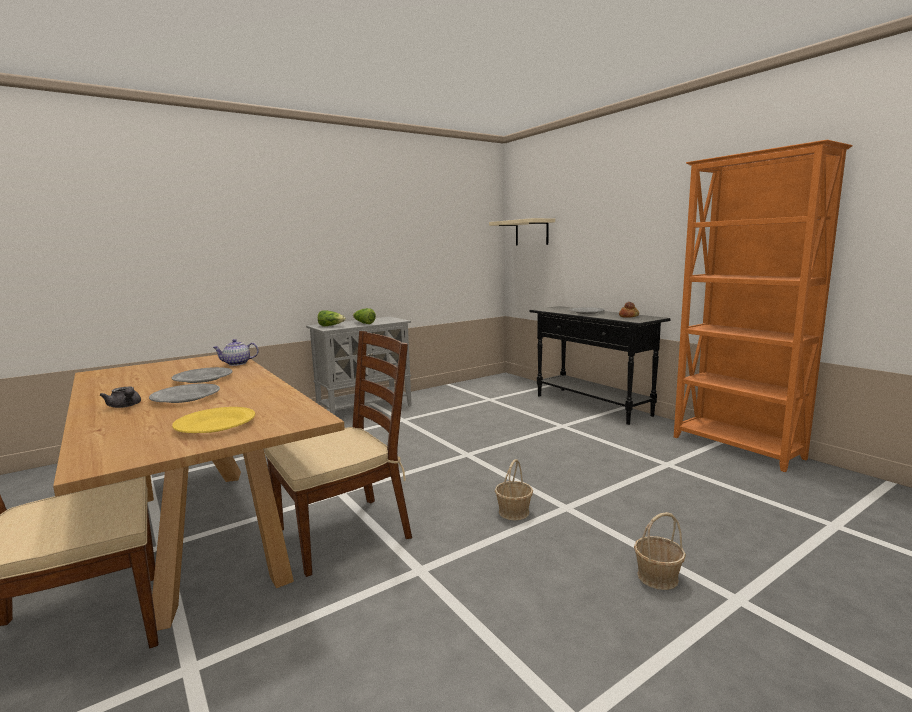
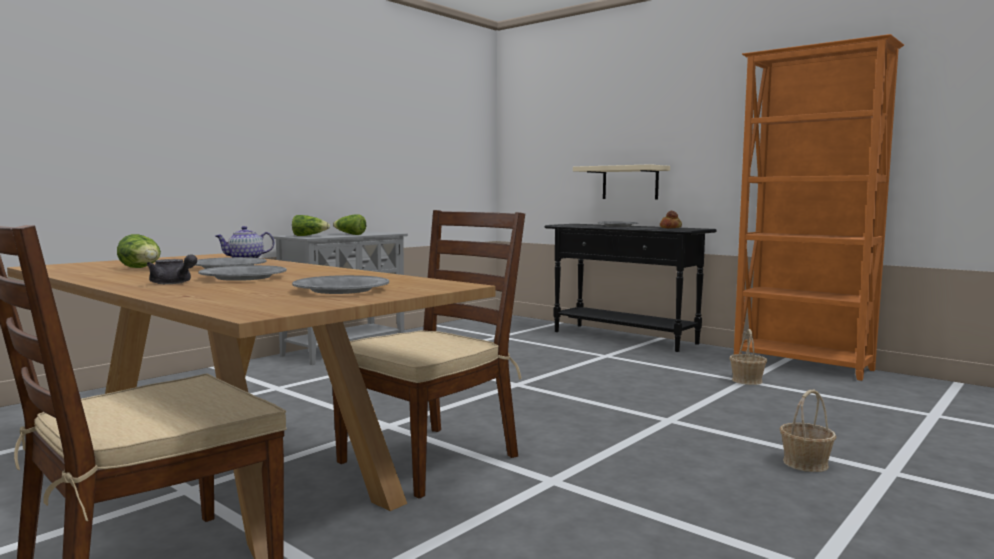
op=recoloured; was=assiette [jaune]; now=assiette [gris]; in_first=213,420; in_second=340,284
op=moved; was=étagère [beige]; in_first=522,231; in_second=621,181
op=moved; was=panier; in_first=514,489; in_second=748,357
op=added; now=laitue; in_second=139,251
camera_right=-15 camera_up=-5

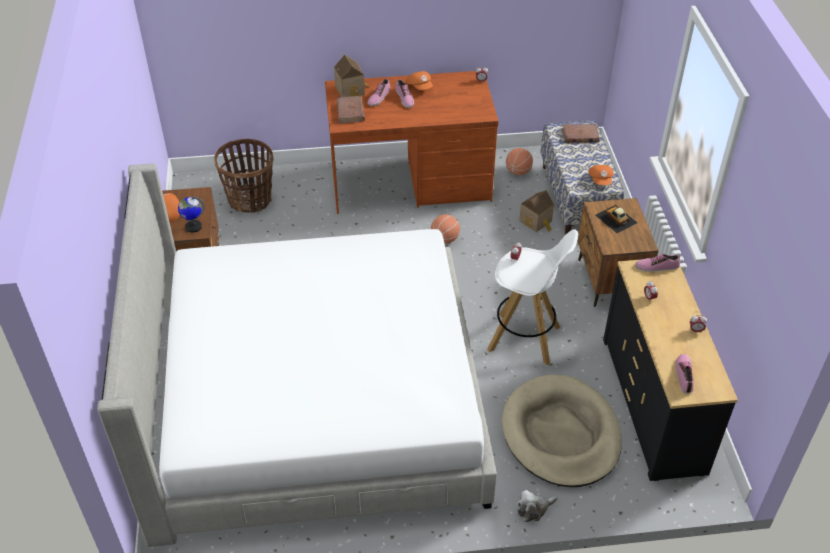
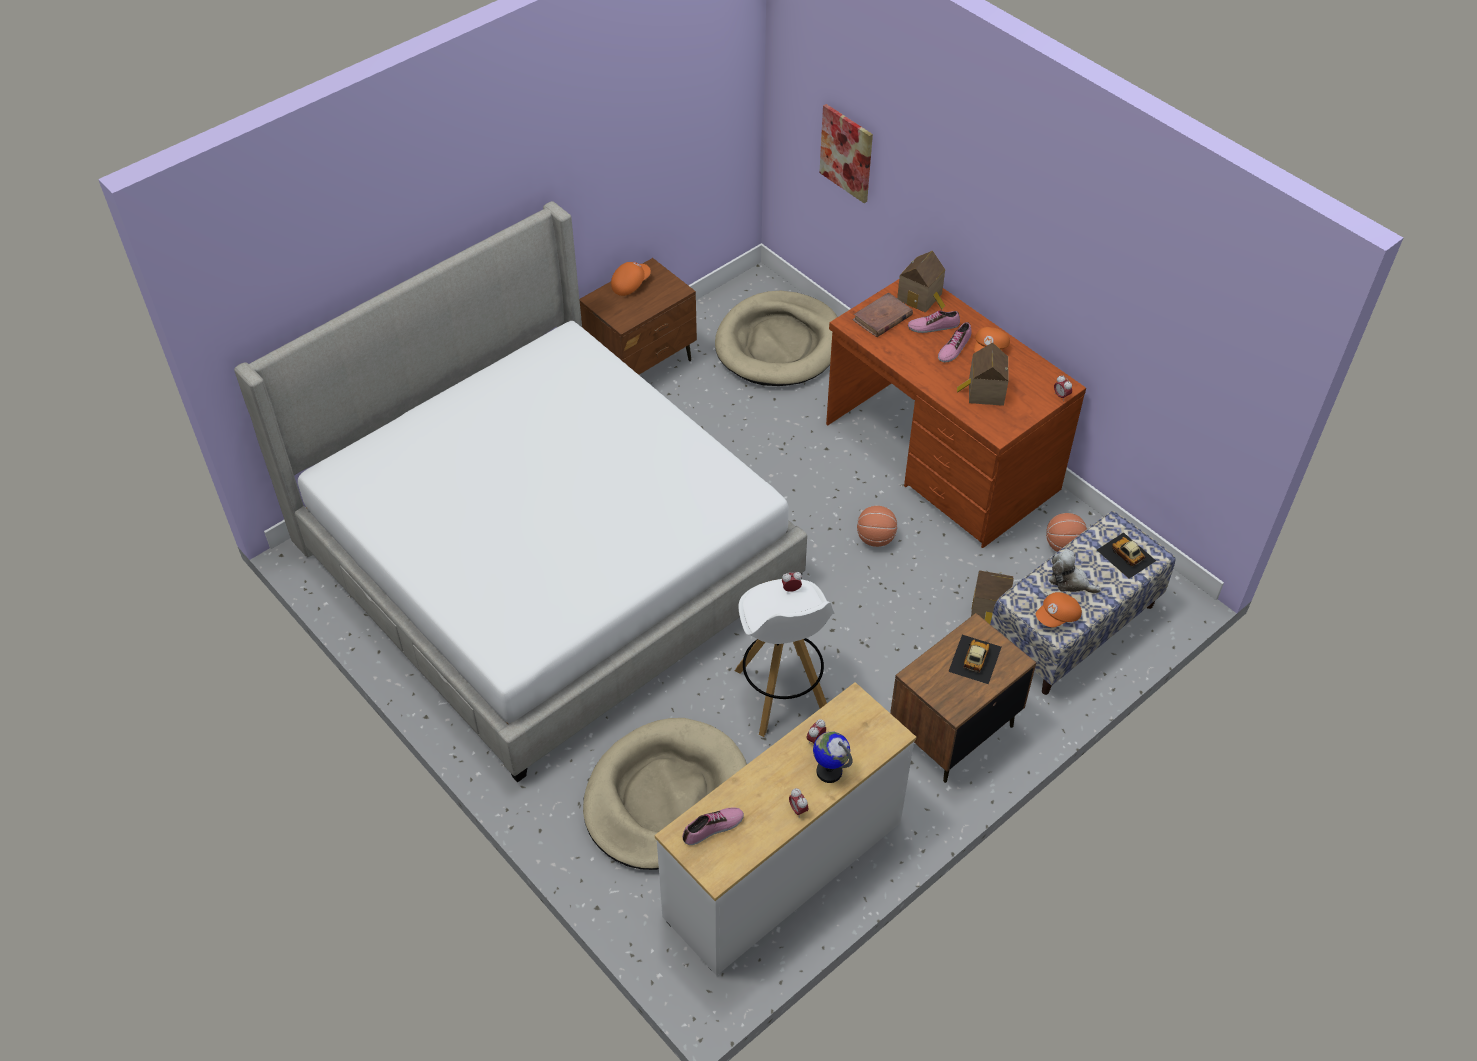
op=moved; was=globe; in_first=191,214; in_second=833,757
op=replaced; was=panier; now=panier pour chien [beige]; in_first=243,176; in_second=776,338
op=moved; was=peluche; in_first=537,506; in_second=1075,571
op=replaced; was=livre [marron]; now=petite voiture; in_first=580,133; in_second=1126,556
op=recoloured; was=commode [noir]; now=commode [blanc]; in_first=670,370; in_second=785,829
op=removed; was=chaussure; in_first=657,263
op=added; now=tableau; in_second=846,153
op=added; now=maison miniature; in_second=983,374
camera_right=55 camera_up=5

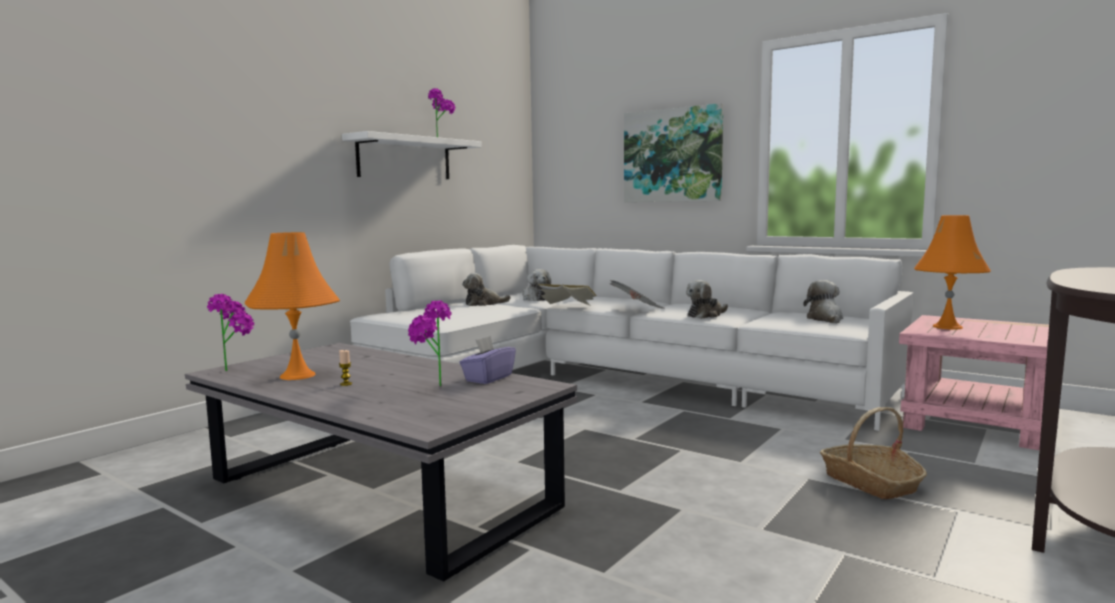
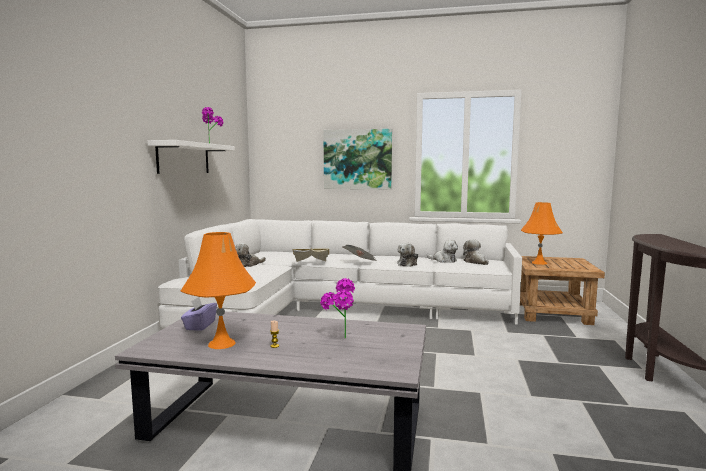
op=removed; was=plante en pot; in_first=230,332
op=moved; was=boîte à mouchoirs [violet]; in_first=487,360; in_second=199,314
op=moved; was=peluche; in_first=536,285; in_second=442,251
op=removed; was=panier; in_first=873,453
op=recoloured; was=table d'appoint [rose]; now=table d'appoint [marron]; in_first=974,382; in_second=562,290
camera_right=-25 camera_up=0

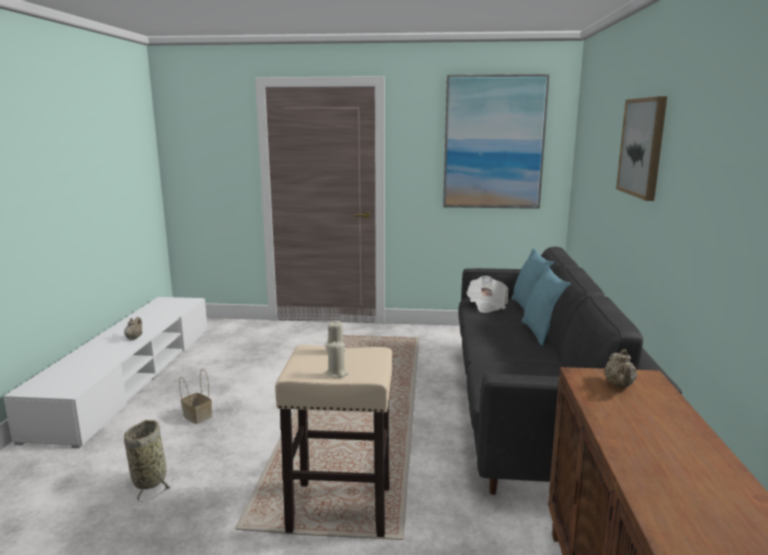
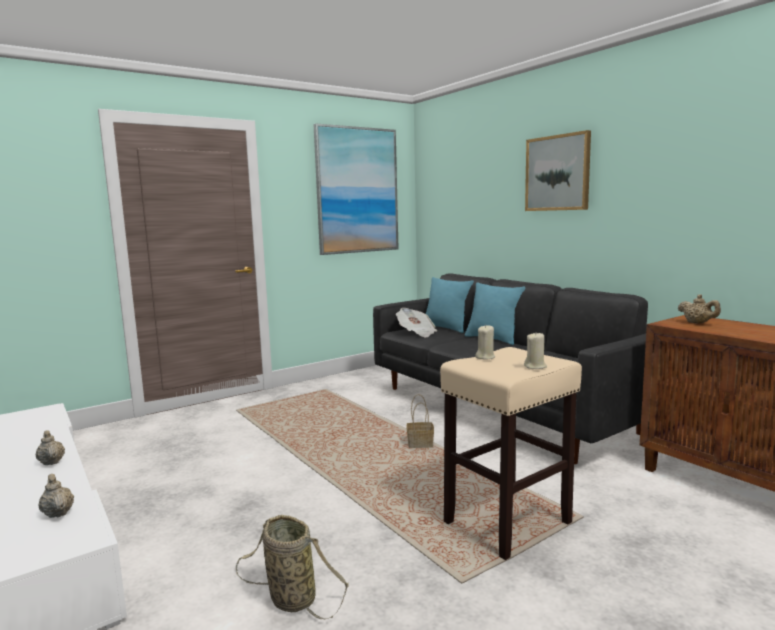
op=moved; was=panier; in_first=195,396; in_second=420,421
op=added; now=théière [beige]; in_second=56,496
camera_right=-40 camera_up=-5

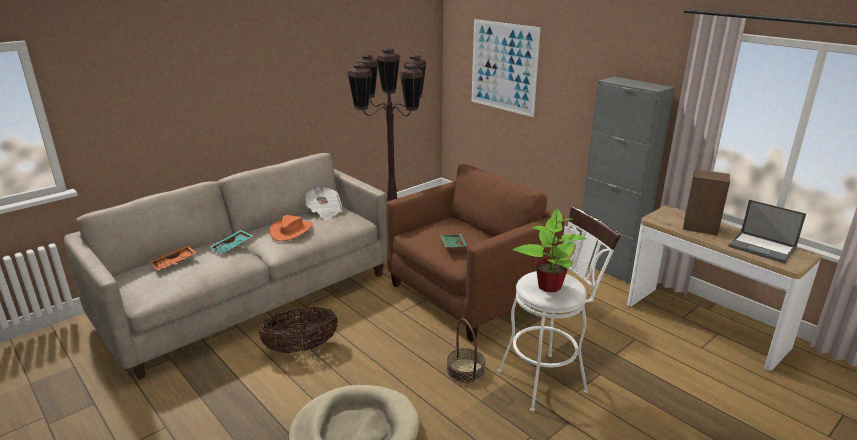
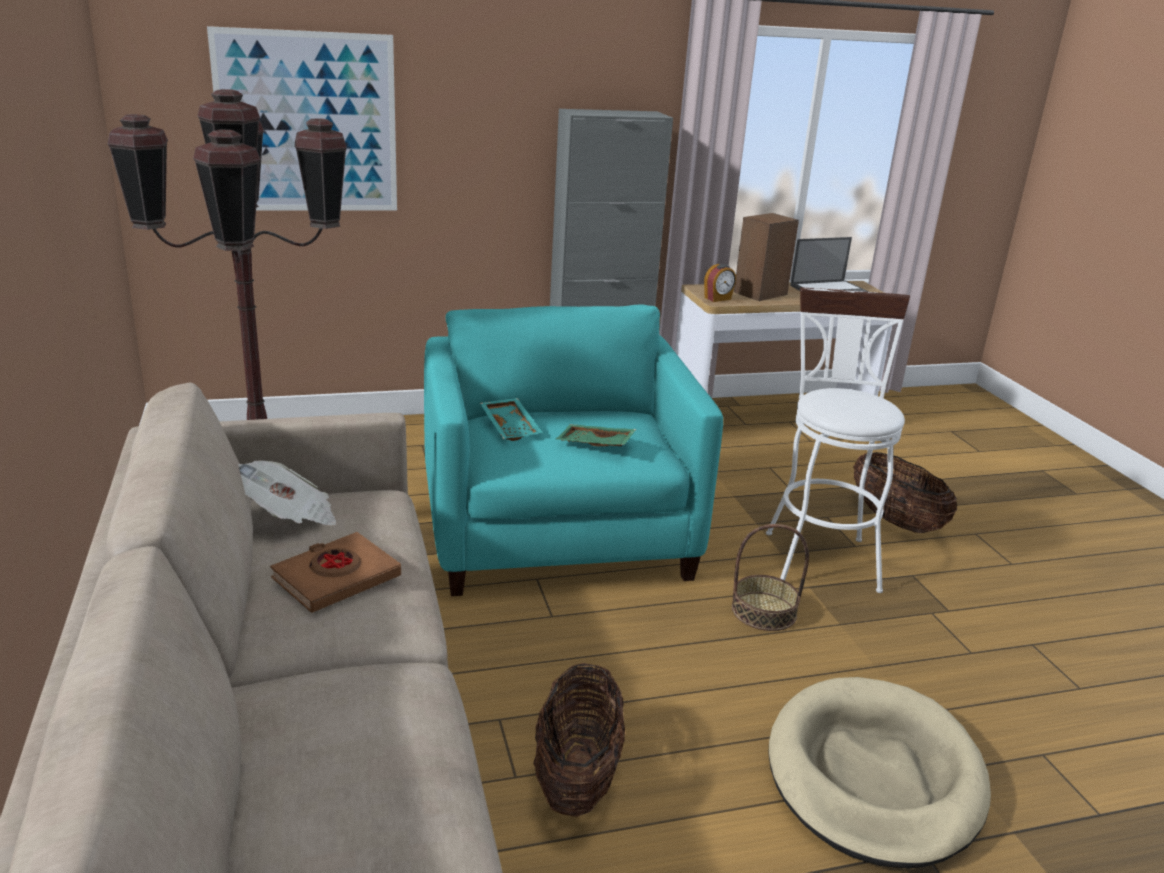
op=removed; was=plateau [orange]; in_first=173,257
op=moved; was=plateau [turquoise]; in_first=231,242; in_second=511,419
op=replaced; was=chapeau [orange]; now=livre [marron]; in_first=291,228; in_second=335,572
op=recoloured; was=fauteuil [marron]; now=fauteuil [turquoise]; in_first=475,253; in_second=573,450
op=removed; was=plante en pot; in_first=549,250
op=added; now=réveil; in_second=720,283
op=added; now=panier; in_second=905,492
camera_right=-65 camera_up=0

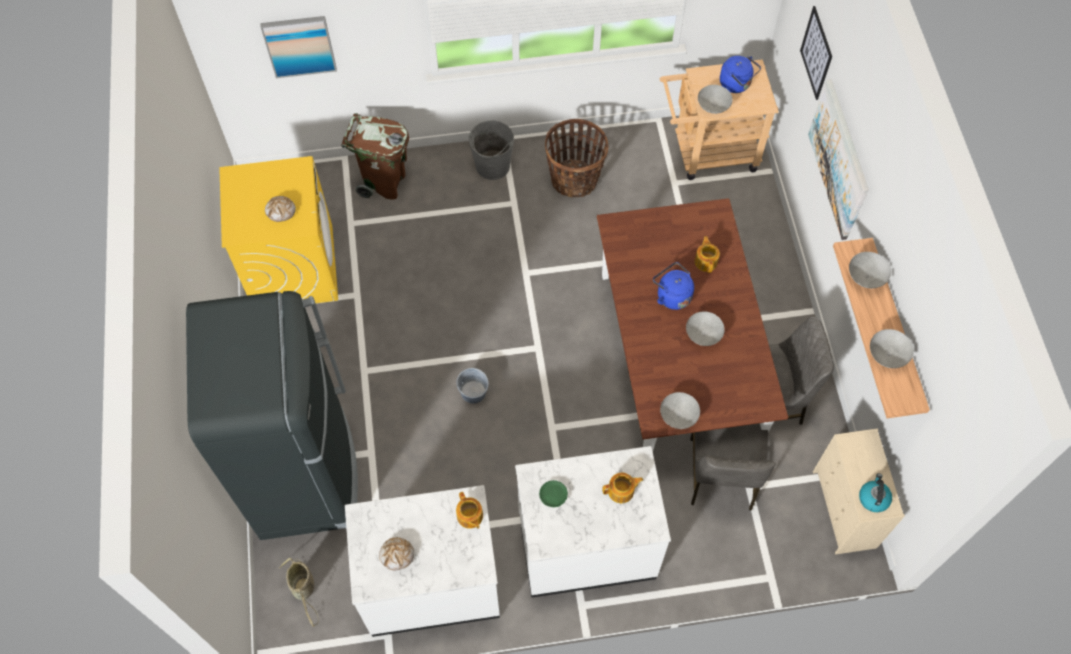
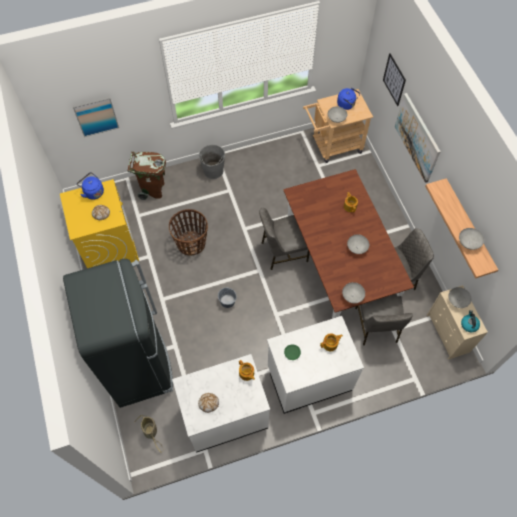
op=moved; was=panier; in_first=577,158; in_second=188,232
op=moved; was=bouilloire [bleu]; in_first=673,286; in_second=90,186
op=moved; was=bol [gris]; in_first=870,270; in_second=459,297
op=added; now=chaise [gris]; in_second=284,239
camera_right=-10 camera_up=0

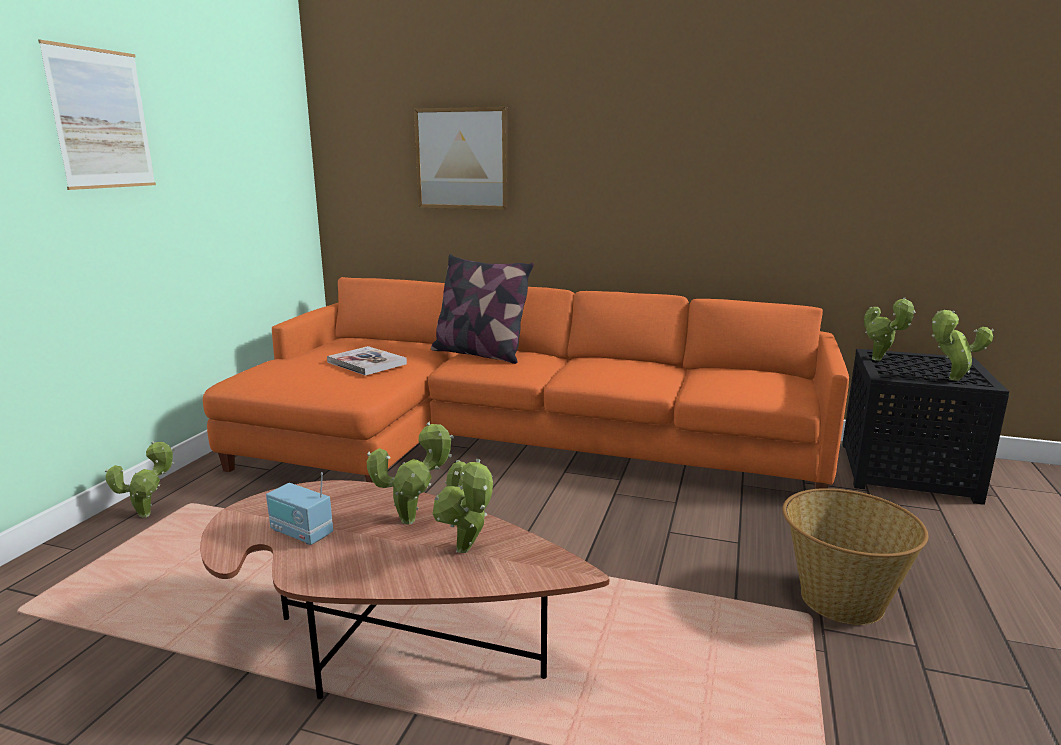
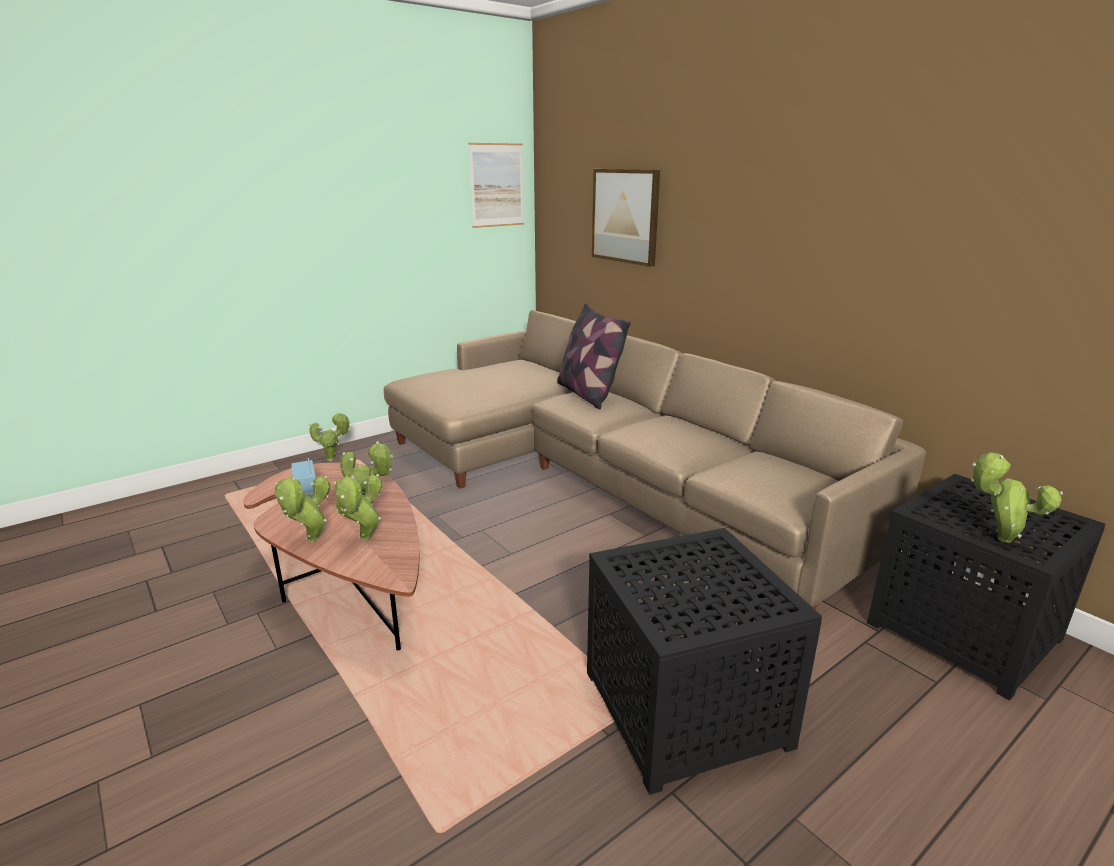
op=moved; was=tableau; in_first=97,115; in_second=496,185
op=recoloured; was=canapé [orange]; now=canapé [beige]; in_first=526,383; in_second=655,460
op=removed; was=livre; in_first=367,361
op=replaced; was=panier; now=table d'appoint [noir]; in_first=855,556; in_second=704,661
op=moved; was=plante en pot; in_first=890,329; in_second=302,508
camera_right=35 camera_up=5

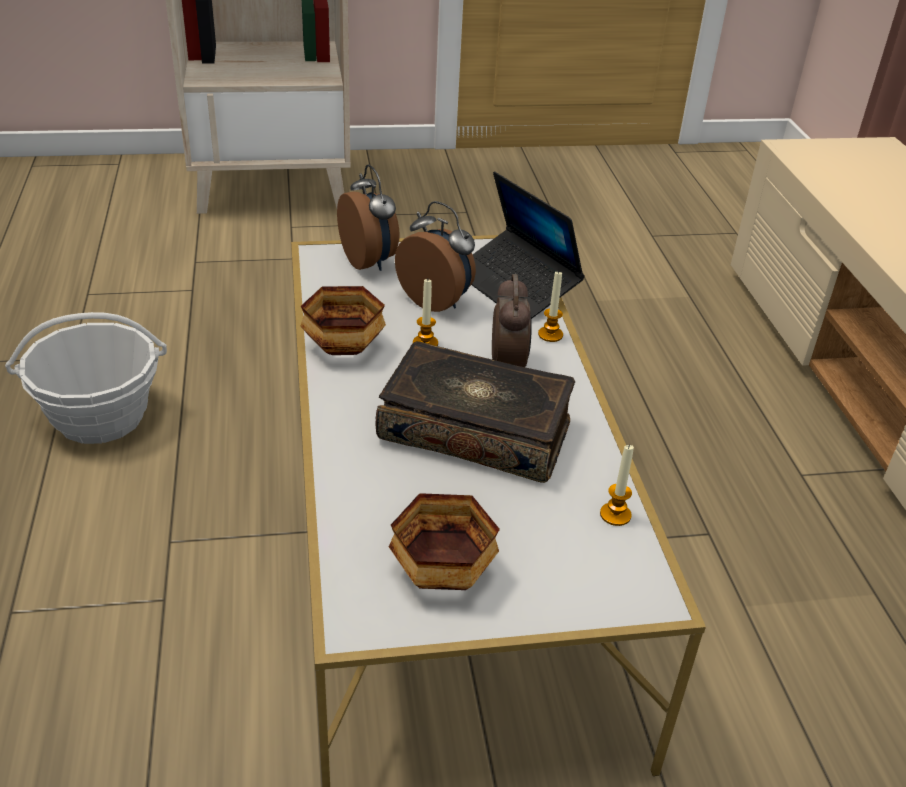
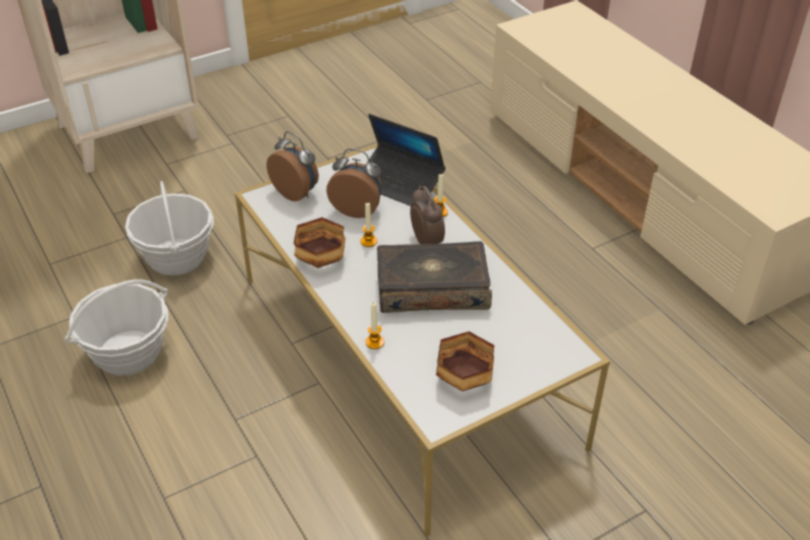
op=moved; was=bougie; in_first=617,485; in_second=375,325
op=added; now=panier; in_second=169,228
camera_right=-20 camera_up=5

